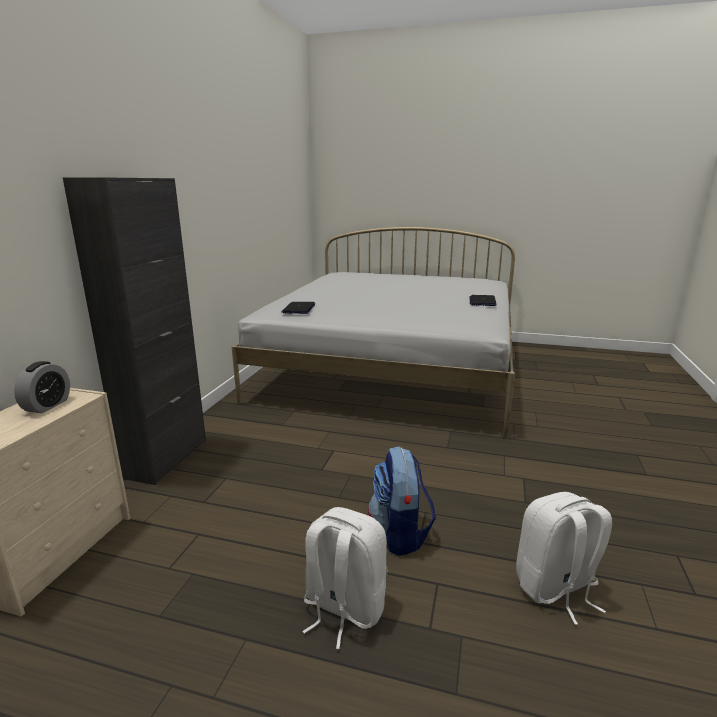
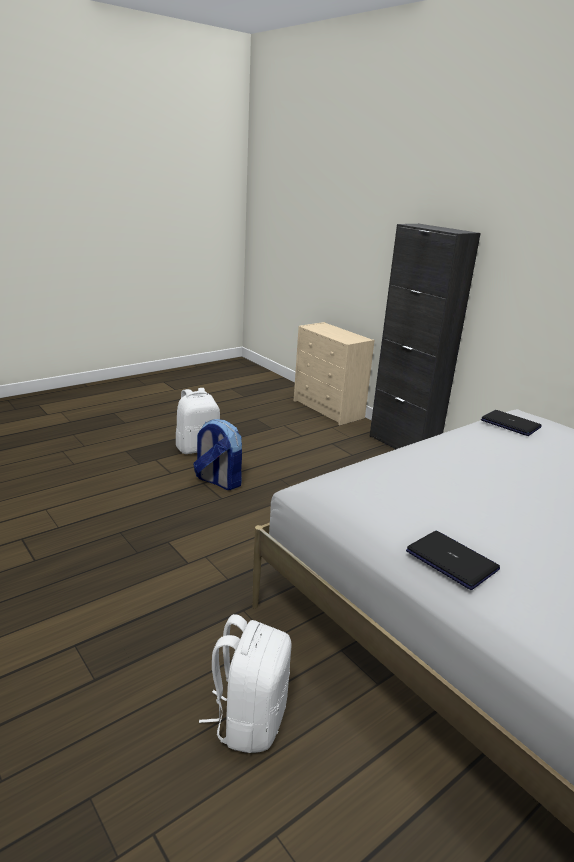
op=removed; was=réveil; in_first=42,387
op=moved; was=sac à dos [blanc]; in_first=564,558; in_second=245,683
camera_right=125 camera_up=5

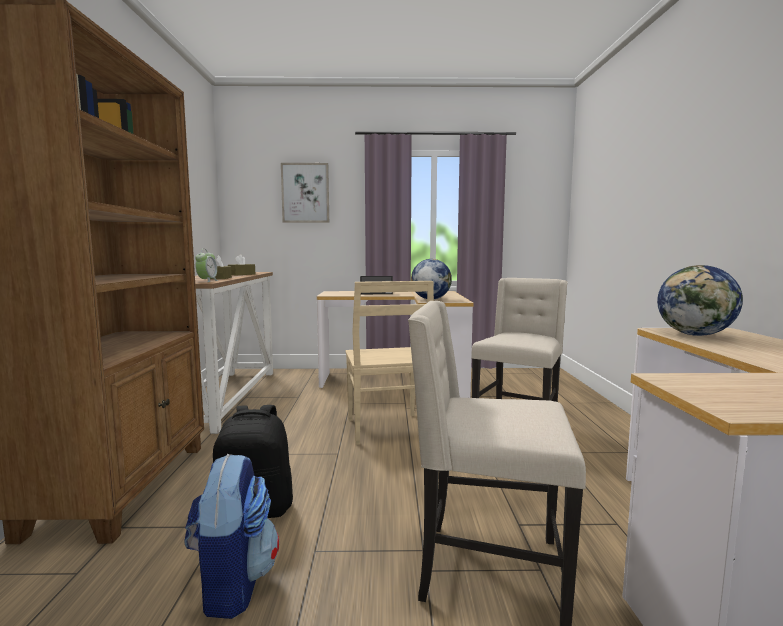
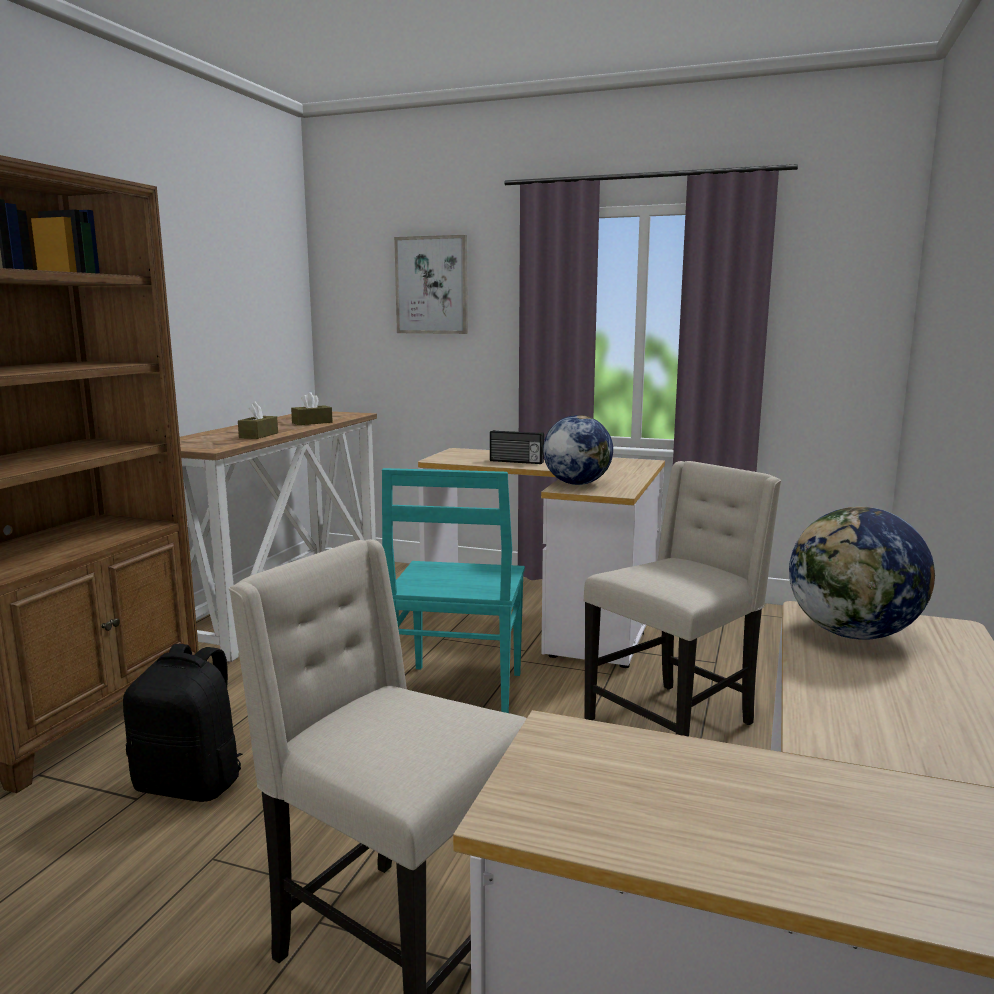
op=removed; was=sac à dos; in_first=231,536
op=removed; was=réveil; in_first=206,265
op=recoloured; was=chaise [beige]; now=chaise [turquoise]; in_first=389,363; in_second=453,590
camera_right=20 camera_up=5

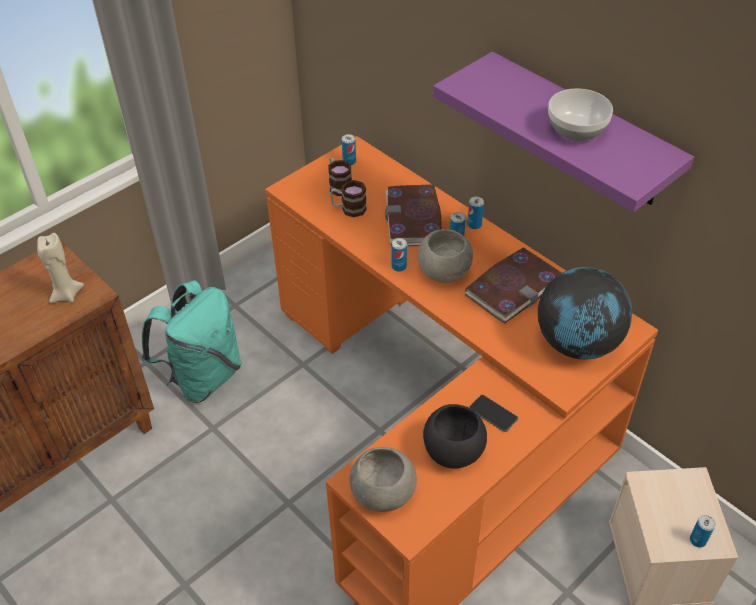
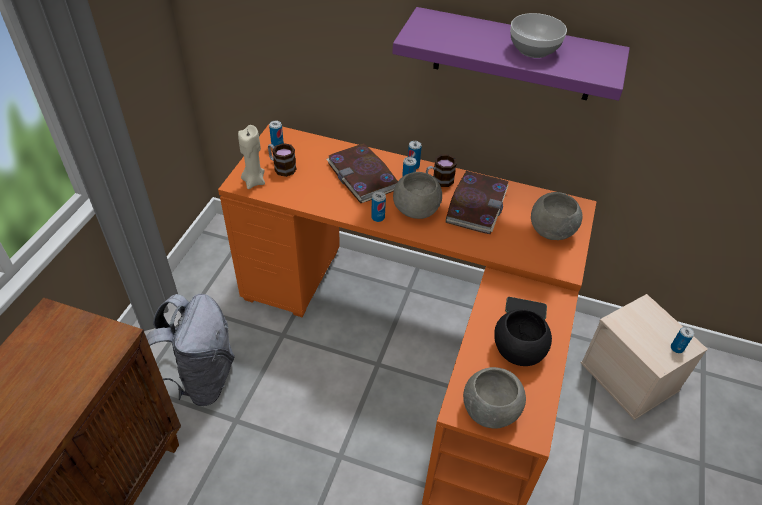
op=moved; was=bougie [beige]; in_first=60,268; in_second=251,157
op=recoloured; was=sac à dos [turquoise]; now=sac à dos [gris]; in_first=192,341; in_second=190,350
op=moved; was=mug; in_first=348,198; in_second=441,170
op=replaced; was=globe; now=bol [gris]; in_first=585,313; in_second=557,216
camera_right=-30 camera_up=0

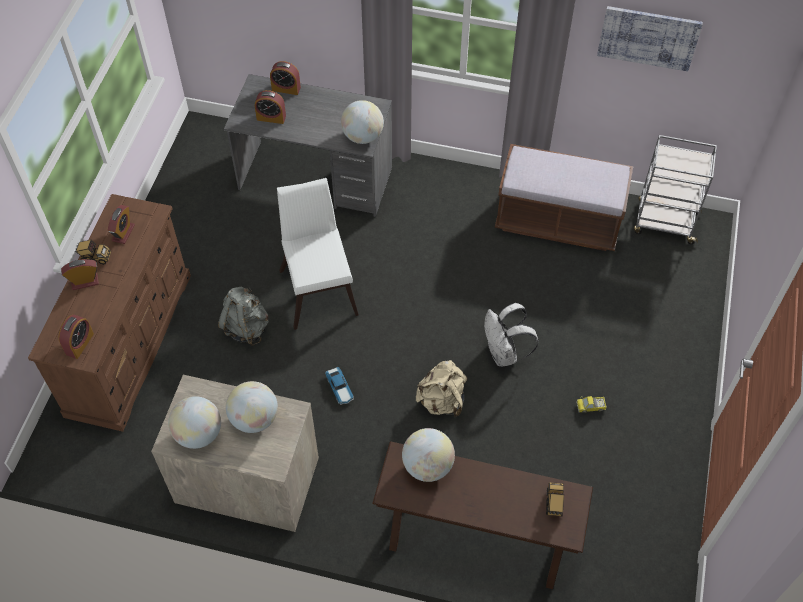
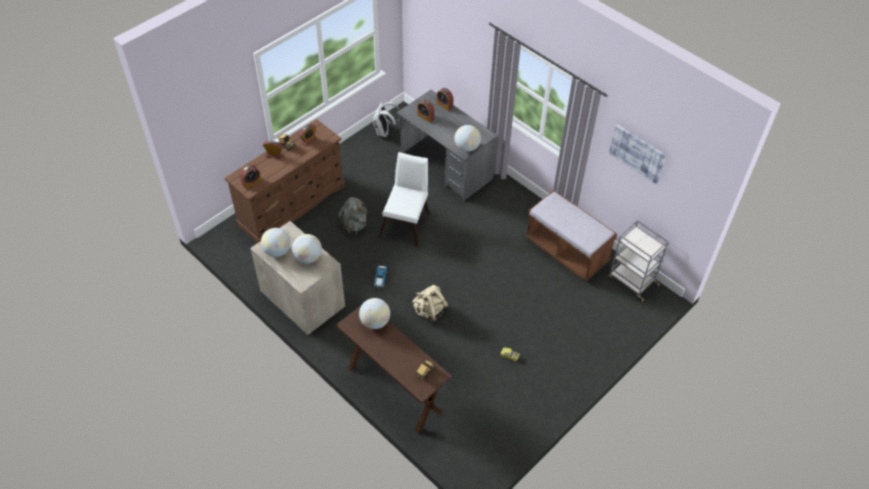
op=moved; was=sac à dos [blanc]; in_first=511,335; in_second=386,119
camera_right=30 camera_up=-5

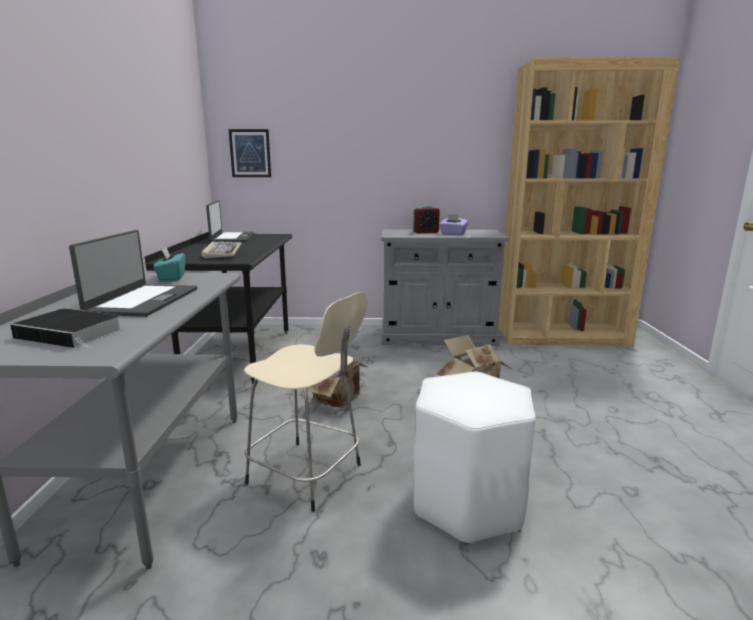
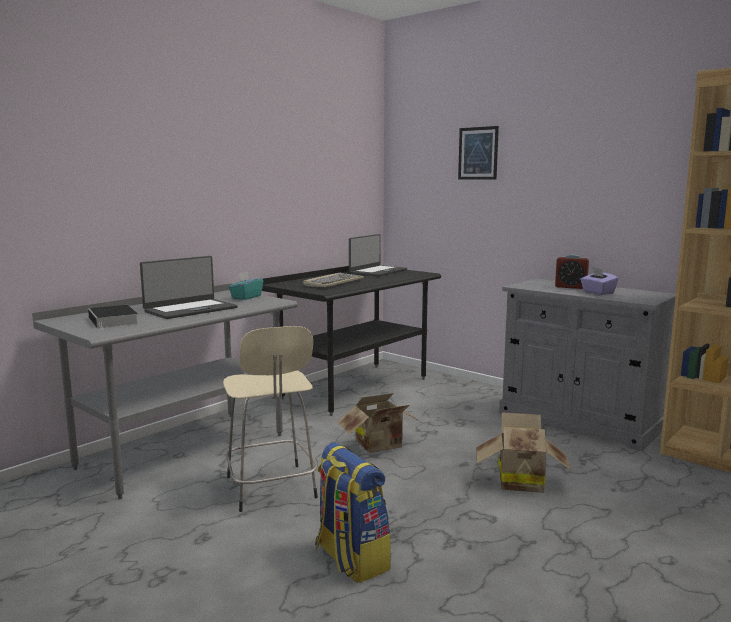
op=moved; was=tableau; in_first=250,153; in_second=478,153
op=replaced; was=tabouret [blanc]; now=sac à dos; in_first=474,458; in_second=353,512
camera_right=40 camera_up=-5

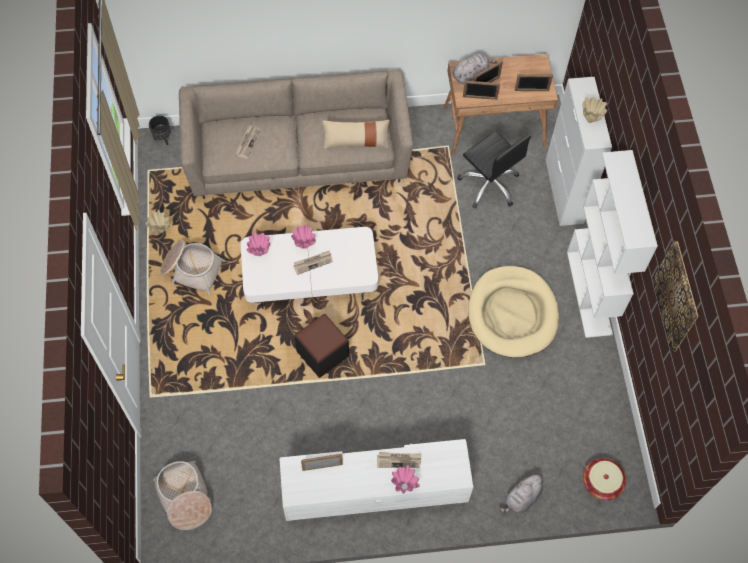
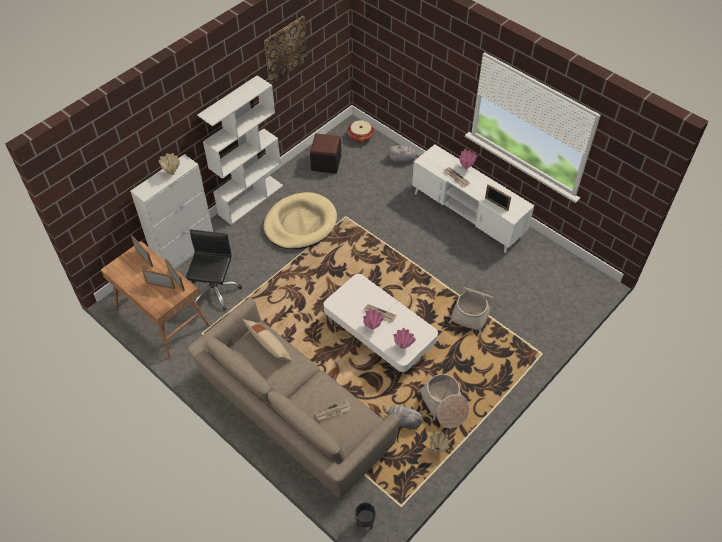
op=moved; was=panier; in_first=182,495; in_second=471,310
op=moved; was=pouf [noir]; in_first=322,346; in_second=325,153
op=moved; was=peluche [gris]; in_first=475,68; in_second=403,417
camera_right=-130 camera_up=-10

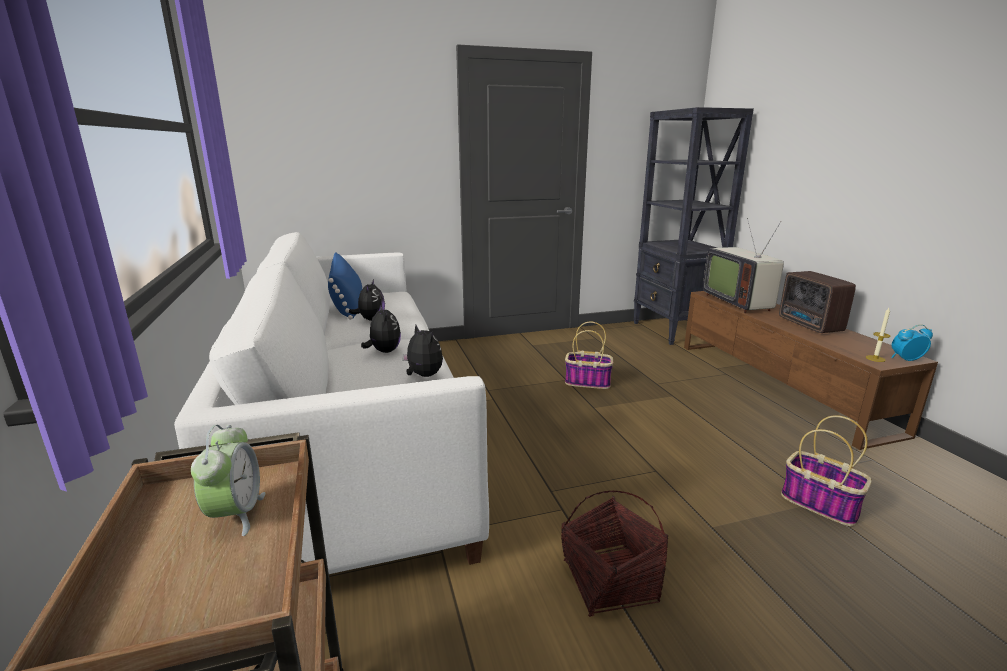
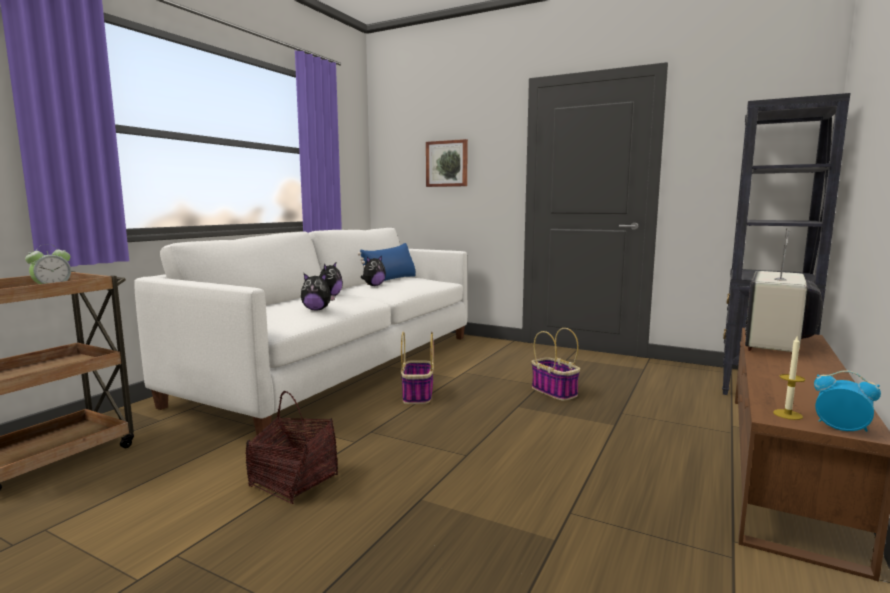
op=turned; was=peluche; in_first=422,351; in_second=318,292; clockwise=90
op=removed; was=radio; in_first=817,302
op=moved; was=panier; in_first=826,470; in_second=417,368
op=added; now=tableau; in_second=447,163
camera_right=45 camera_up=-10

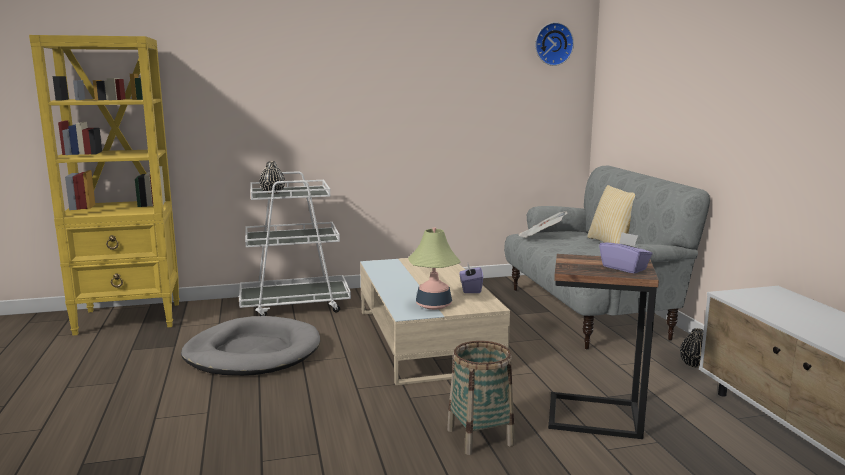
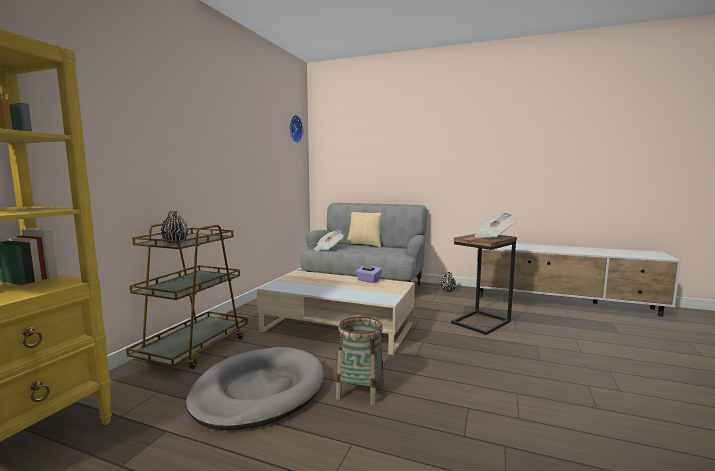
op=recoloured; was=chariot [blanc]; now=chariot [marron]; in_first=295,243; in_second=187,296
op=removed; was=lampe de table; in_first=434,269
op=moved; was=panier; in_first=481,398; in_second=360,361
op=replaced; was=boîte à mouchoirs [violet]; now=journal; in_first=625,253; in_second=495,225
camera_right=-55 camera_up=-5

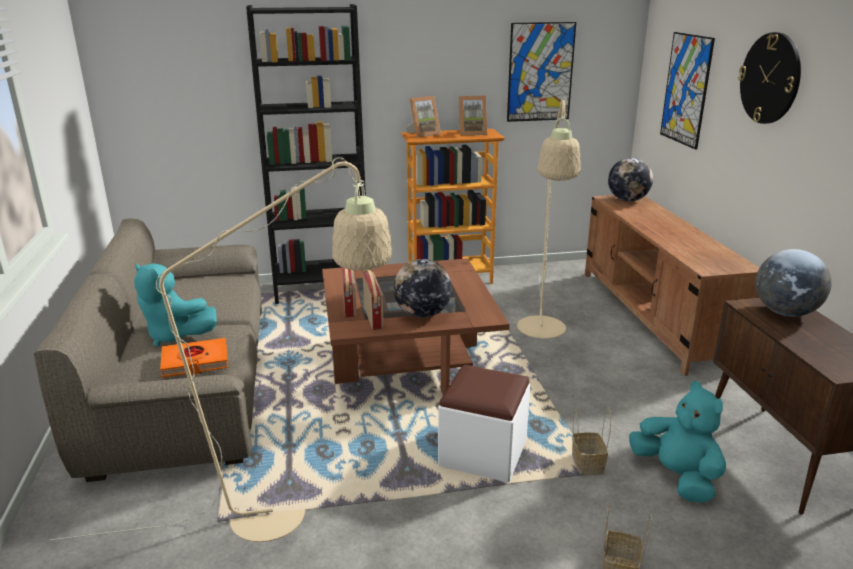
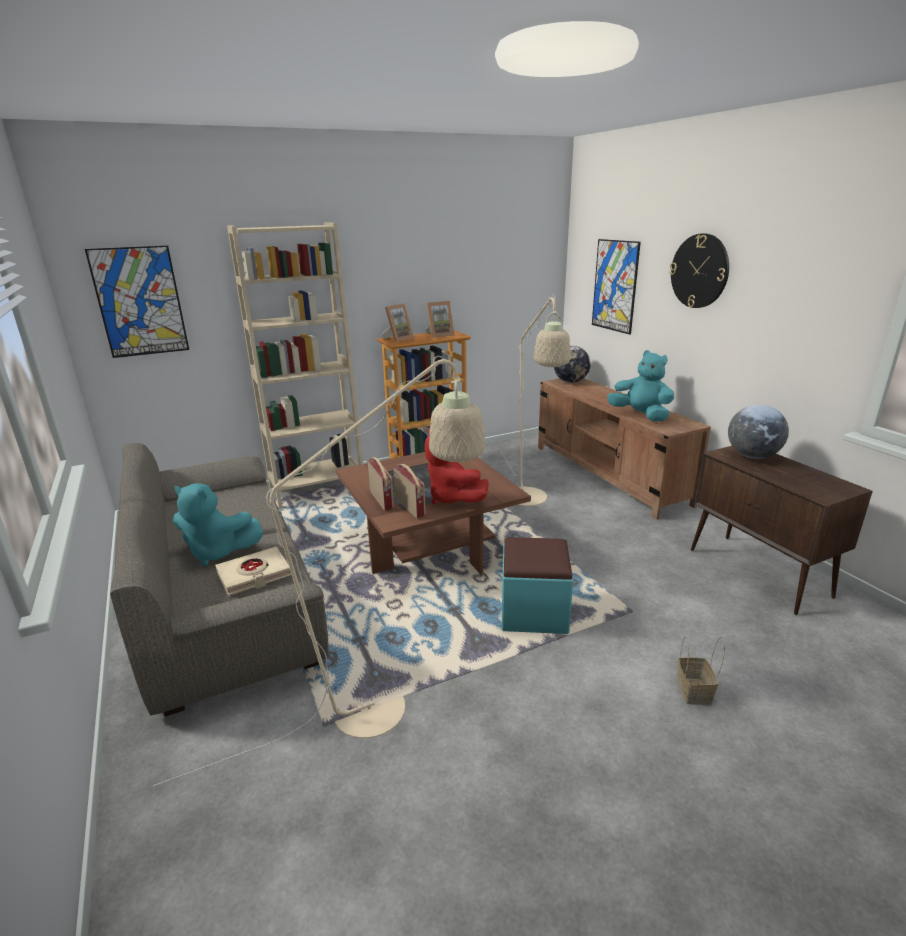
op=recoloured; was=livre [orange]; now=livre [beige]; in_first=194,358; in_second=253,571
op=recoloured; was=bibliothèque [noir]; now=bibliothèque [beige]; in_first=306,154; in_second=295,365
op=replaced; was=globe; now=peluche [rouge]; in_first=423,288; in_second=456,466
op=recoloured; was=pouf [blanc]; now=pouf [turquoise]; in_first=484,424; in_second=537,585
op=moved; was=tableau; in_first=541,72; in_second=137,301
op=removed; was=panier; in_first=591,441
op=moved; was=peluche [turquoise]; in_first=677,442; in_second=640,385
camera_right=-15 camera_up=0

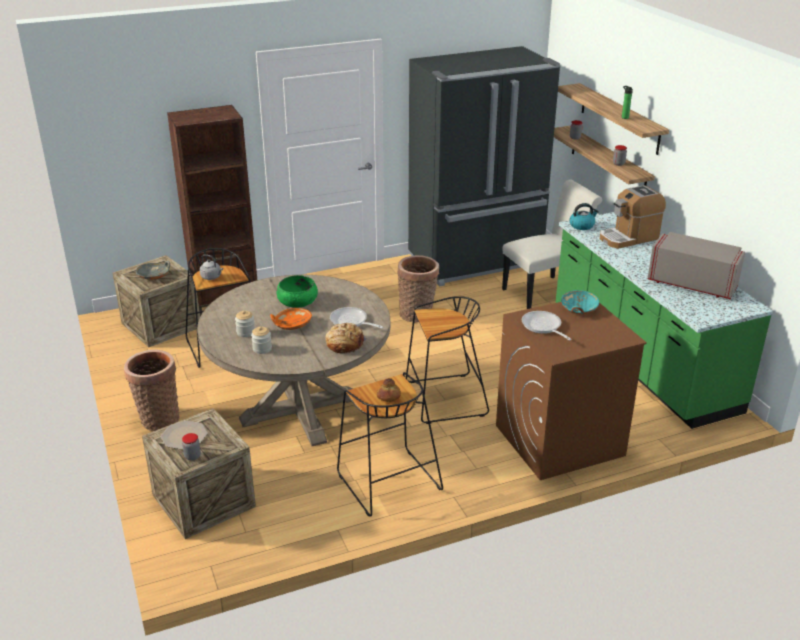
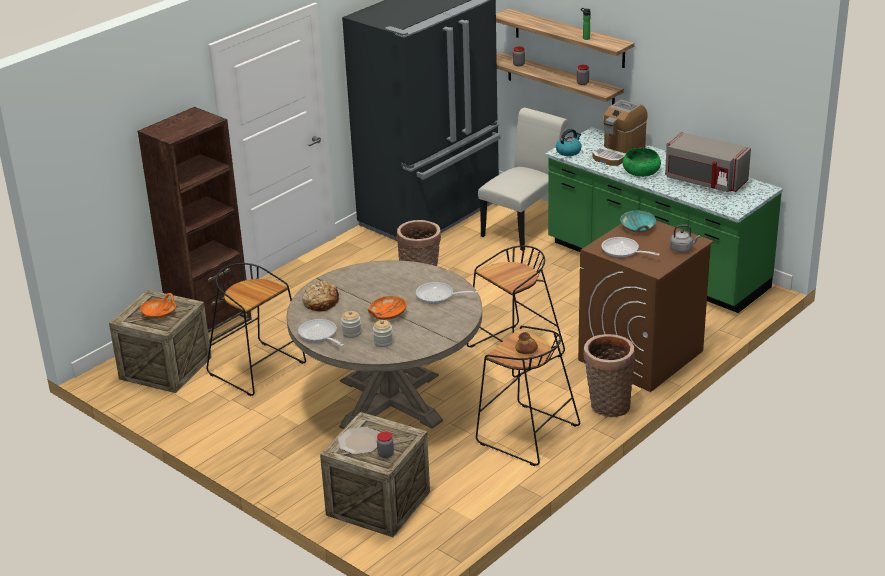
op=moved; was=panier; in_first=151,390; in_second=609,375
op=recoloured; was=bol [gris]; now=bol [orange]; in_first=153,270; in_second=158,306
op=moved; was=bouilloire [gris]; in_first=211,267; in_second=685,238
op=moved; was=bol [vert]; in_first=297,291; in_second=642,162
op=moved; was=pain; in_first=346,338; in_second=320,296
op=turned; was=micro-ondes [gris]; in_first=696,265; in_second=708,162; clockwise=-150
op=added; now=poêle; in_second=321,333
camera_right=-25 camera_up=0

